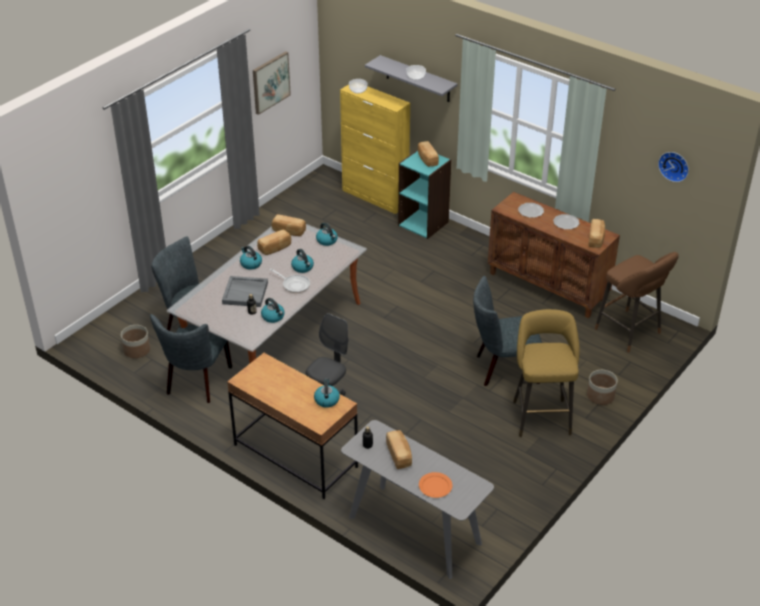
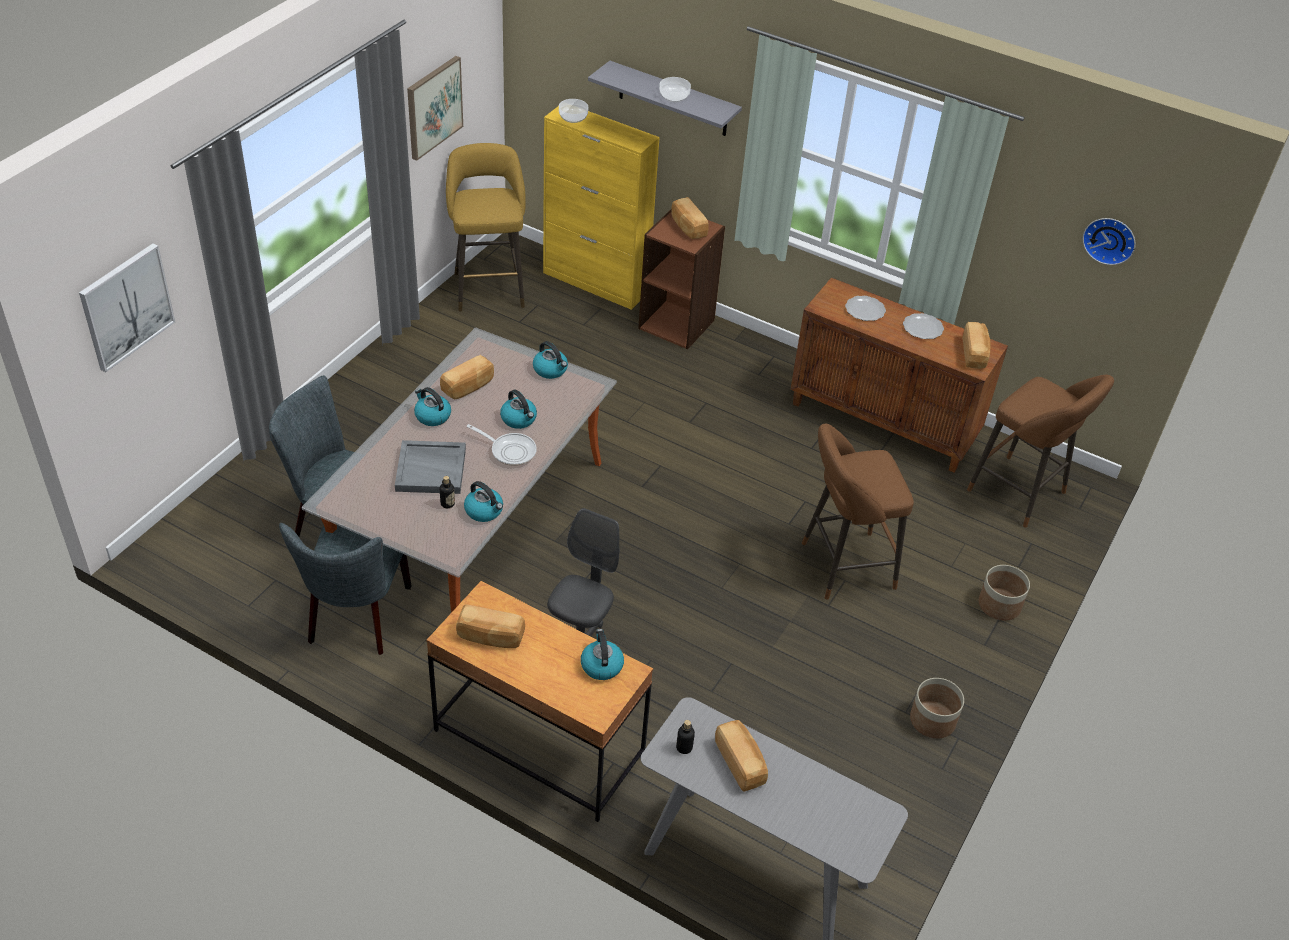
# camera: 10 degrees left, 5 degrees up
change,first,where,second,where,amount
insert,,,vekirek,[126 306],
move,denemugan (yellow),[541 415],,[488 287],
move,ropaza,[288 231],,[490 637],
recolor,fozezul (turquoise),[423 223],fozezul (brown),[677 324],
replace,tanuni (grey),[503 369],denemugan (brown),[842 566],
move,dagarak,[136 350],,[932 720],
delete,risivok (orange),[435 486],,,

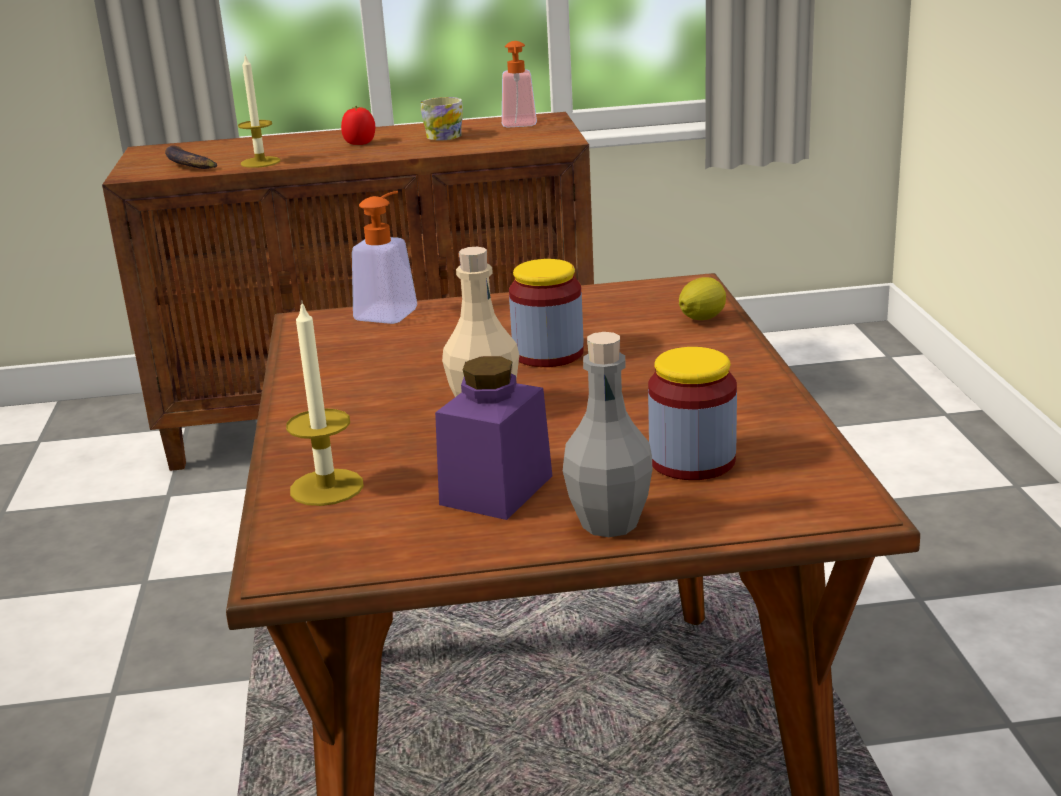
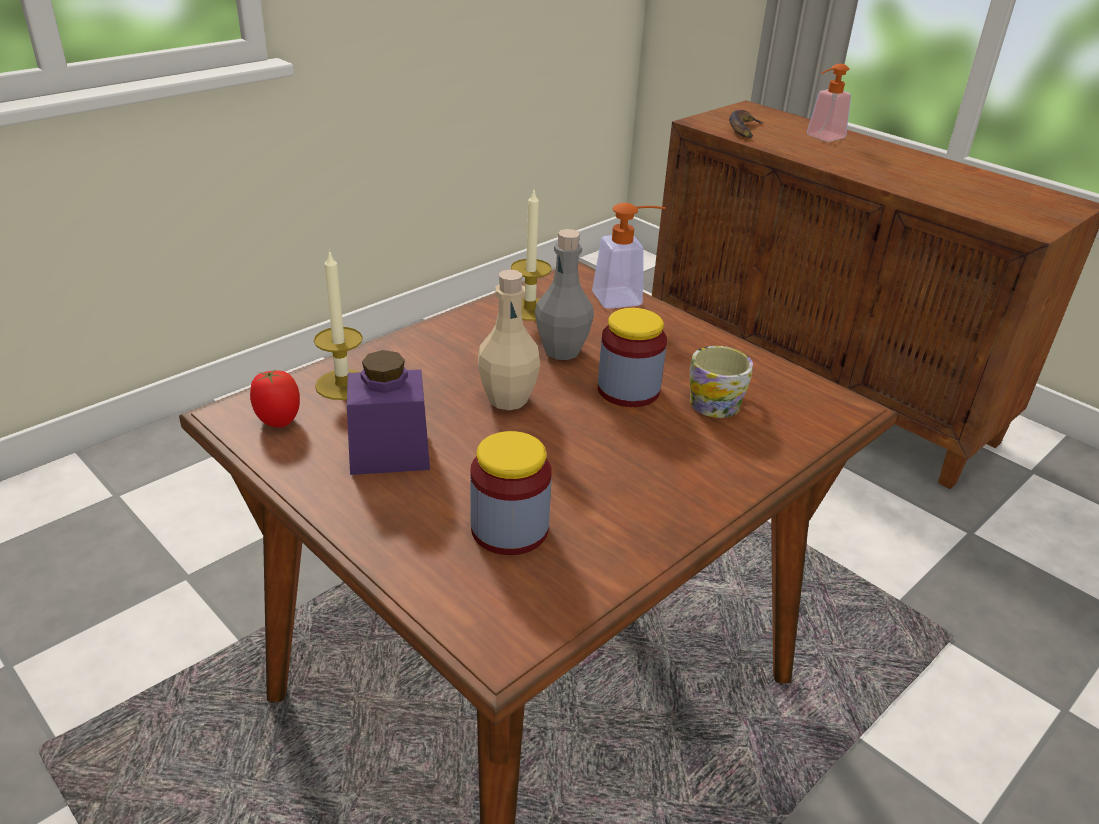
# camera: 50 degrees right, 10 degrees up
change,first,where,second,where,amount
move,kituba,[360 143],,[278 420],
move,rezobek,[260 162],,[529 309],
move,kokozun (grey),[609 523],,[562 351],
move,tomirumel,[444 136],,[720 402],
move,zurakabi,[519 125],,[821 138],
delete,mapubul,[701 319],,,

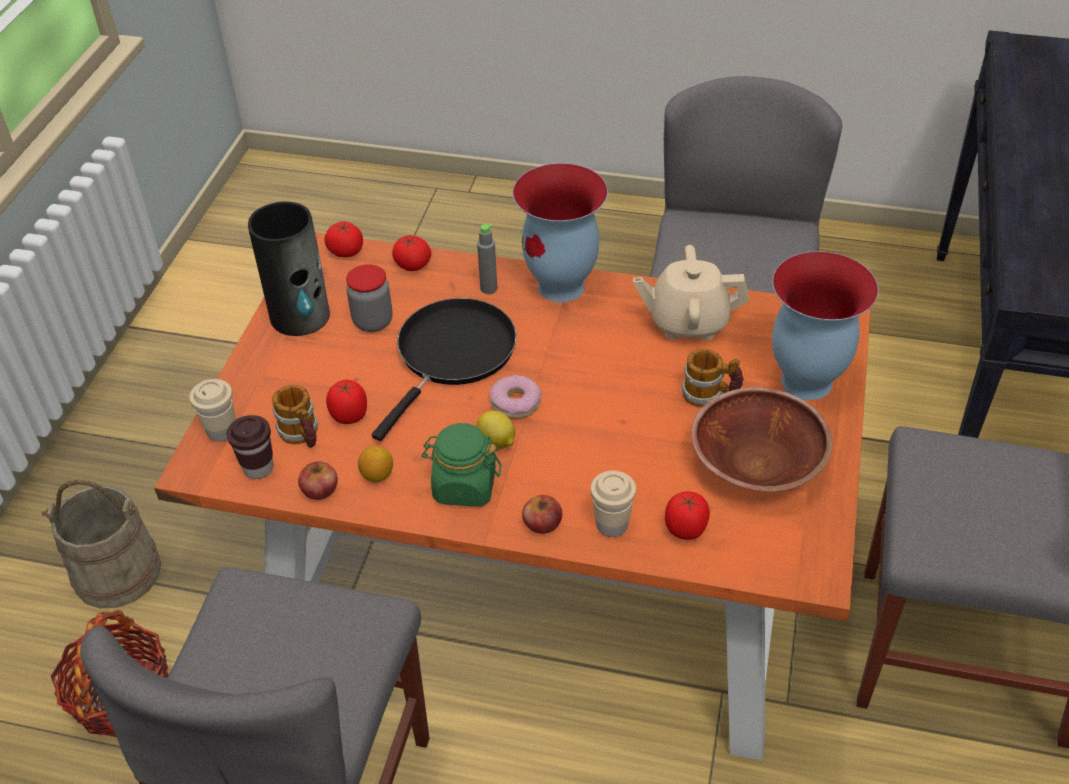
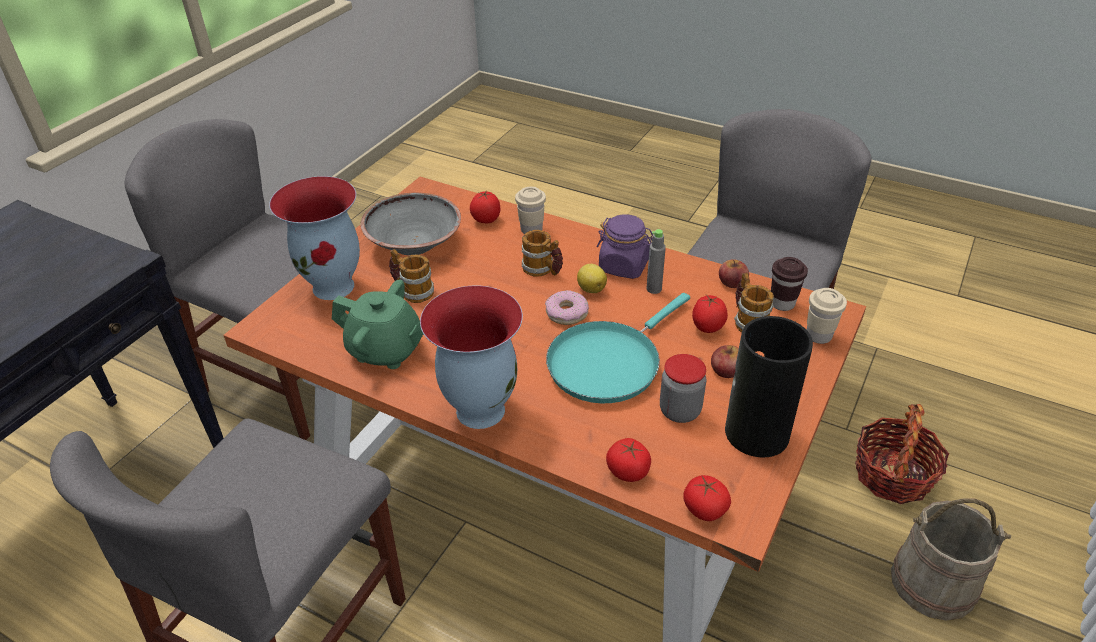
# camera: 165 degrees left, 5 degrees down
change,first,where,second,where,amount
recolor,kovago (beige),[688 322],kovago (green),[386 350],
recolor,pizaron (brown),[758 464],pizaron (grey),[414 244],
insert,,,tomirumel,[543 270],
recolor,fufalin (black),[452 355],fufalin (turquoise),[608 362],
recolor,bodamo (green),[464 486],bodamo (purple),[624 266],
move,kokozun (grey),[488 288],,[654 289],
move,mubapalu,[542 523],,[726 370],
delete,mapubul,[377 475],,,

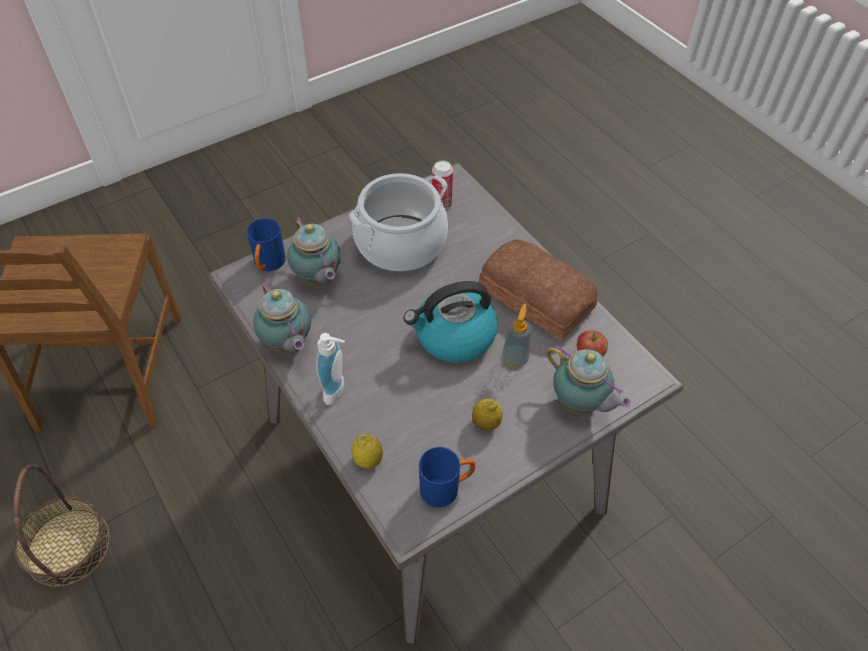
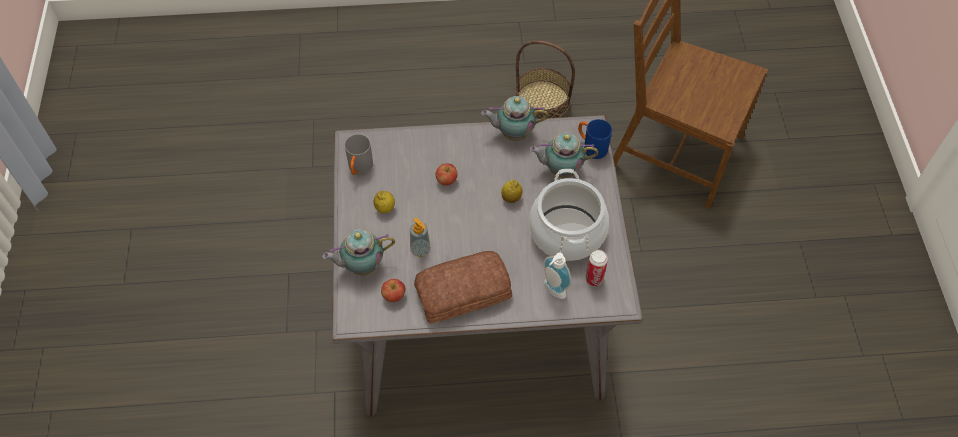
# camera: 120 degrees right, 5 degrees up
change,first,where,second,where,amount
recolor,tomirumel (blue),[446 487],tomirumel (grey),[359 169],
insert,,,mubapalu,[446 180],
move,mapubul,[368 460],,[511 198],
move,zurakabi,[338 391],,[552 291],
delete,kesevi,[453 337],,,

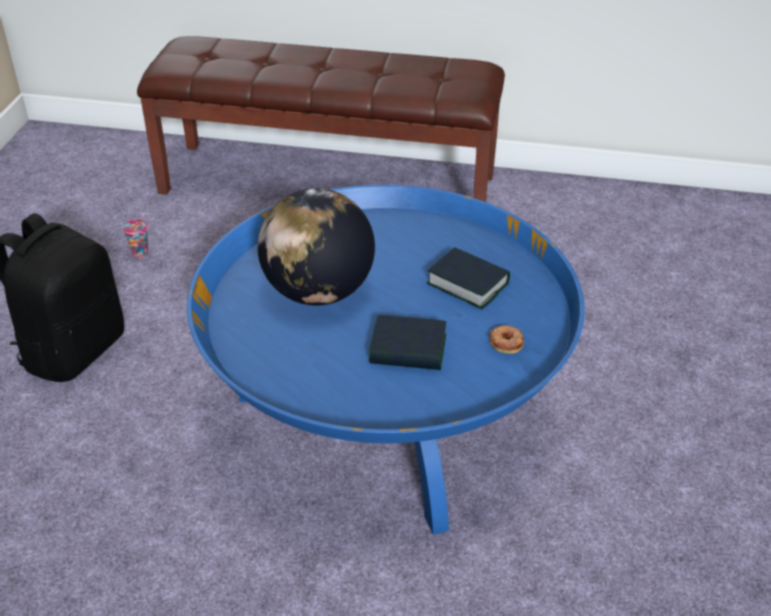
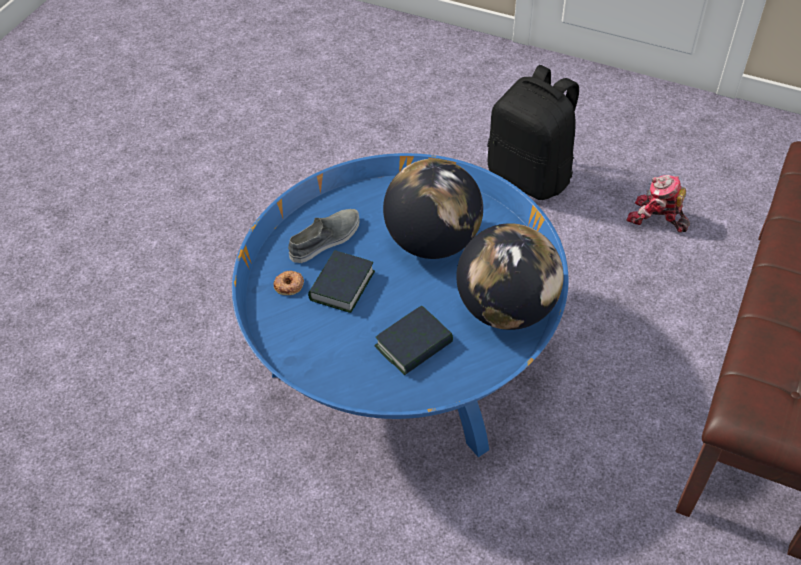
# camera: 105 degrees right, 10 degrees up
change,first,where,second,where,amount
move,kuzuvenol,[506 342],,[289 285],
insert,,,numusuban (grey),[326 240],
insert,,,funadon,[506 309],
replace,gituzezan,[141 254],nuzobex,[656 218],

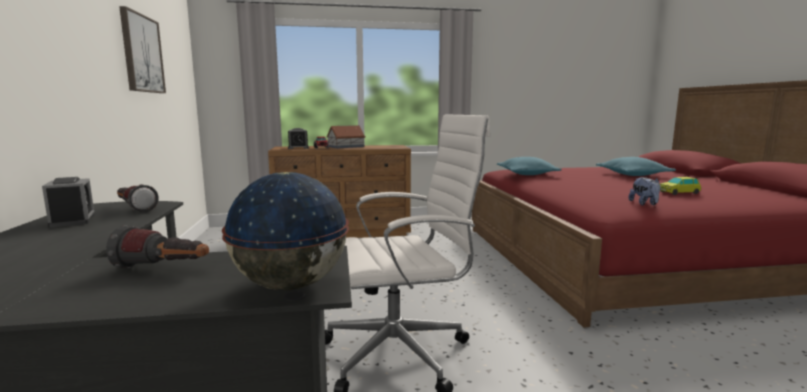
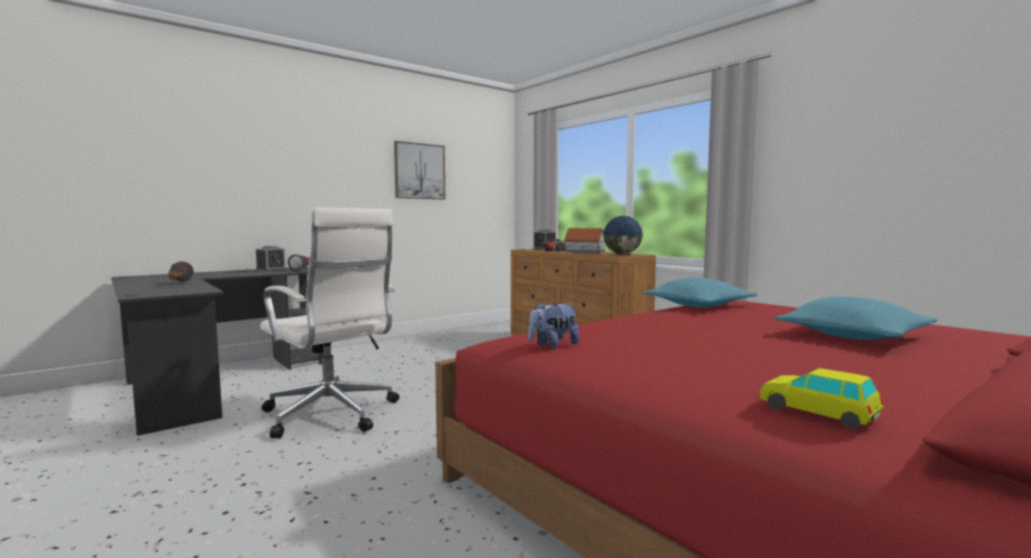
# camera: 60 degrees right, 5 degrees down
change,first,where,second,where,amount
move,funadon,[290 285],,[622 254],
move,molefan,[678 193],,[818 412],

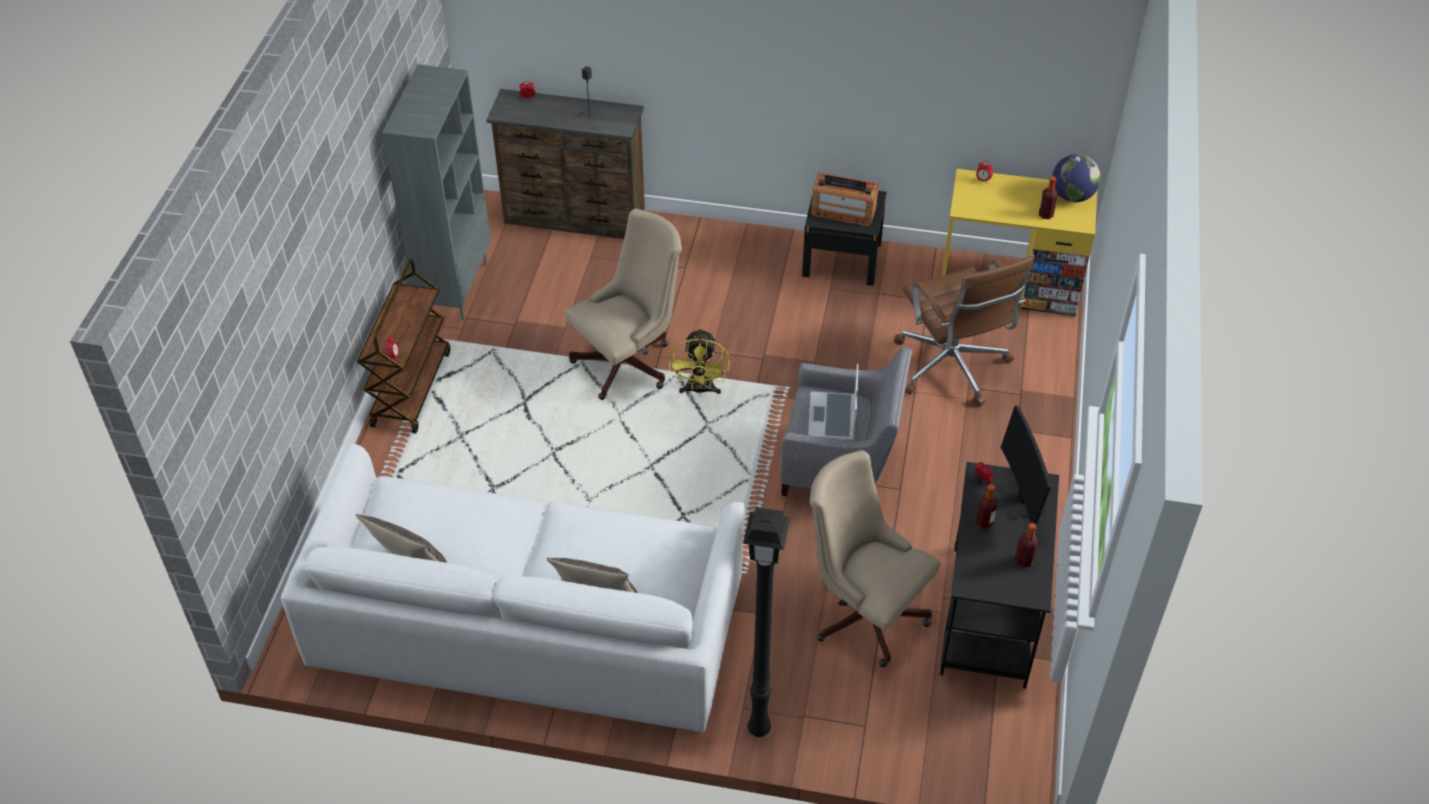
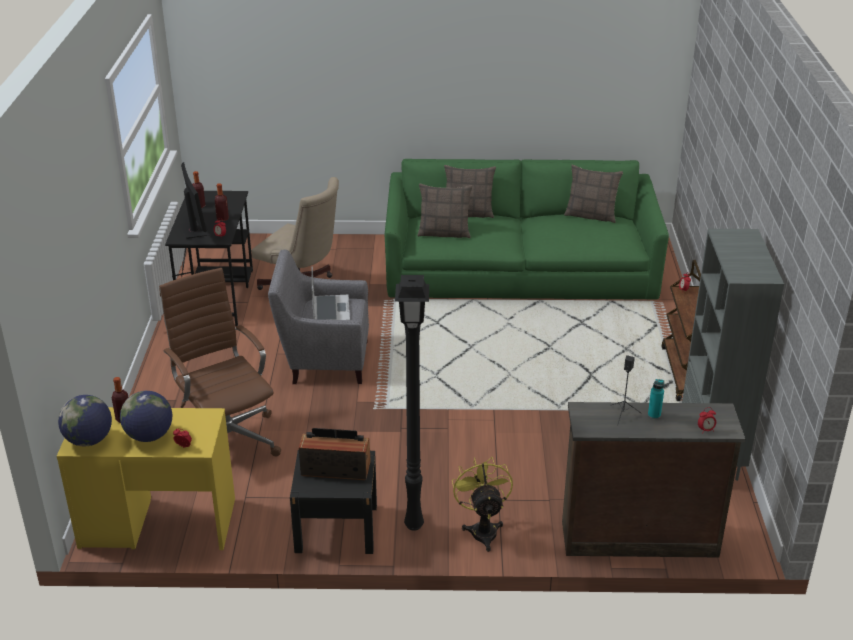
# camera: 170 degrees right, 15 degrees down
change,first,where,second,where,amount
insert,,,funadon,[149 436],
recolor,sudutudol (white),[527 618],sudutudol (green),[520 268],
move,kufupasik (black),[757 730],,[415 524],
insert,,,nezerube,[444 233],
move,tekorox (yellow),[700 390],,[482 529],
insert,,,kokozun (turquoise),[654 415],
delete,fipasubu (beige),[629 362],,,

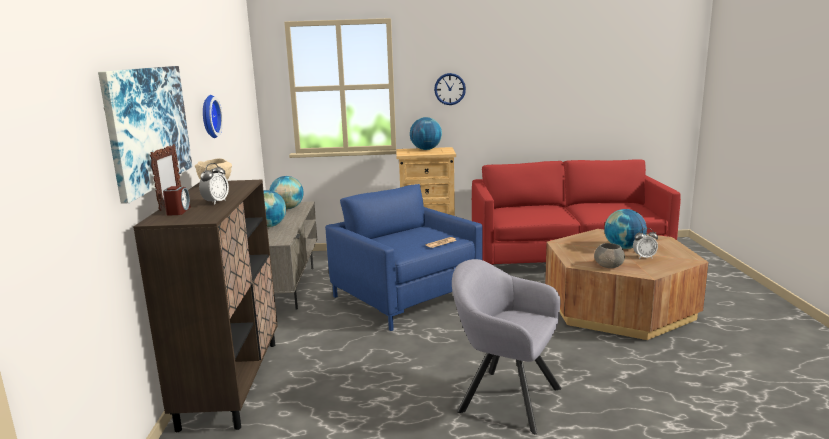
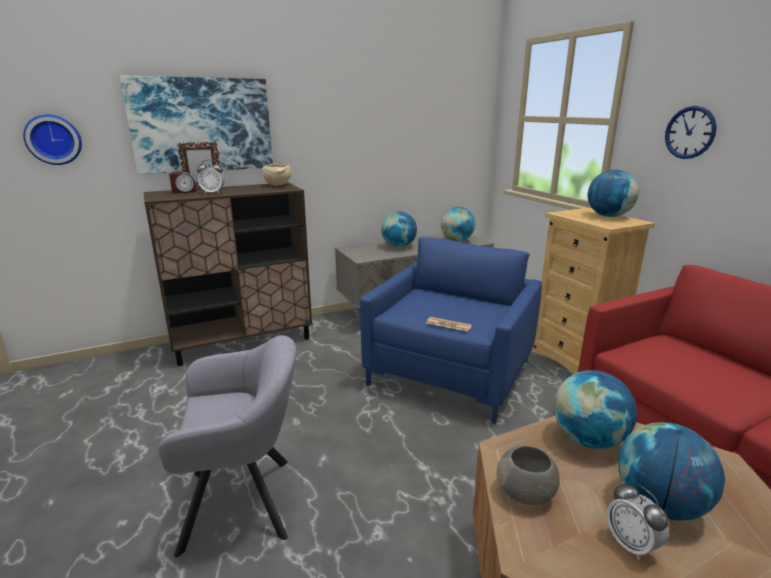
# camera: 65 degrees right, 5 degrees up
change,first,where,second,where,amount
move,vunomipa,[208 116],,[54 139],
rotate,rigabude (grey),[504 397],,[246 502],75 degrees clockwise
insert,,,funadon,[588 440],

